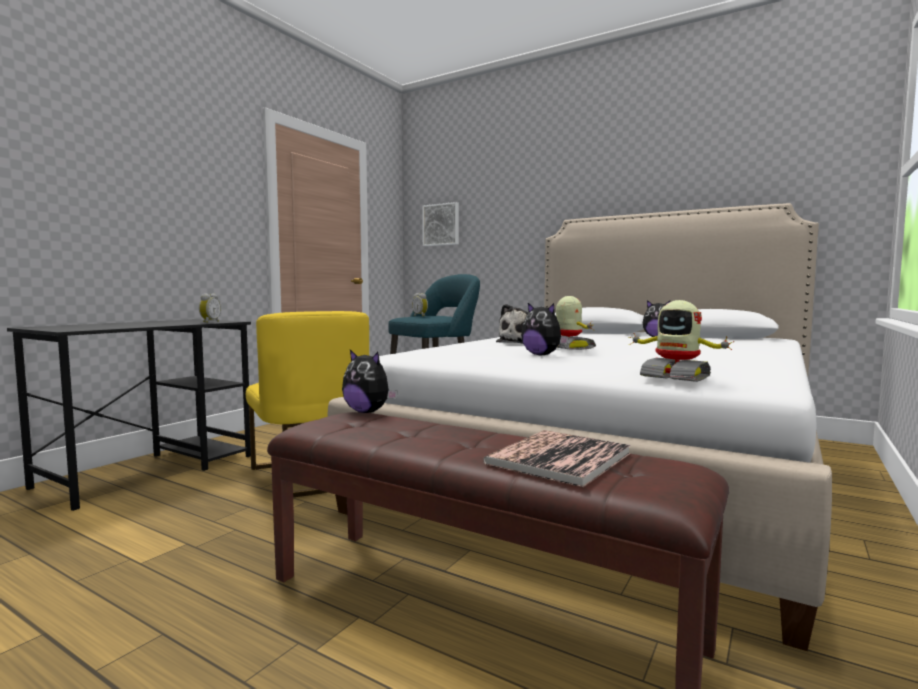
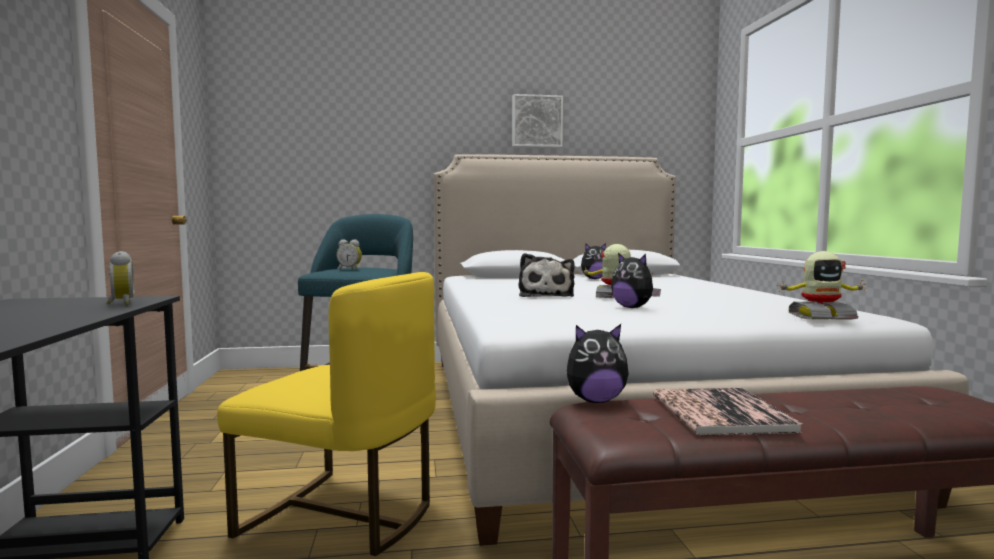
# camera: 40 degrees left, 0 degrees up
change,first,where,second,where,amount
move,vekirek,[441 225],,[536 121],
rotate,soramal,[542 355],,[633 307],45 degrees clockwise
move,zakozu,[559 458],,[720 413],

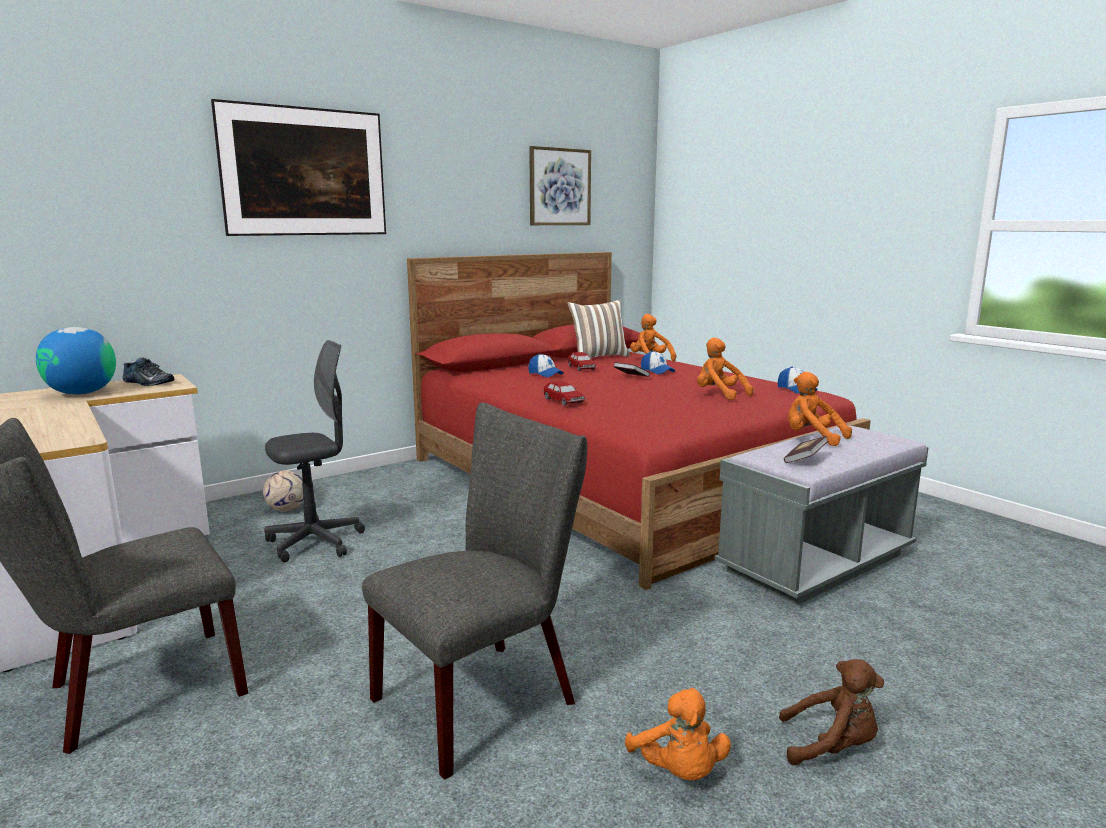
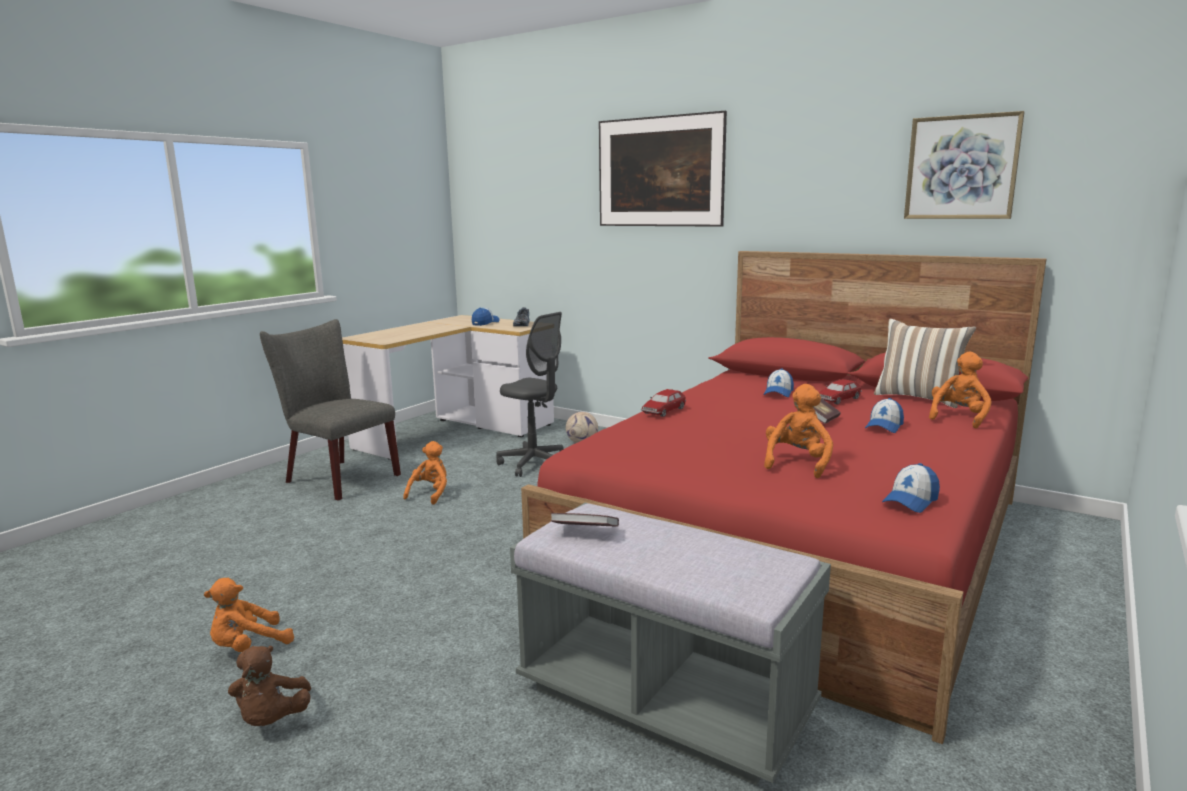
# camera: 70 degrees right, 0 degrees up
change,first,where,second,where,amount
move,soramal (orange),[812 438],,[430 494],
replace,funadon,[82 393],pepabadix,[485 323],
delete,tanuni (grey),[485 696],,,

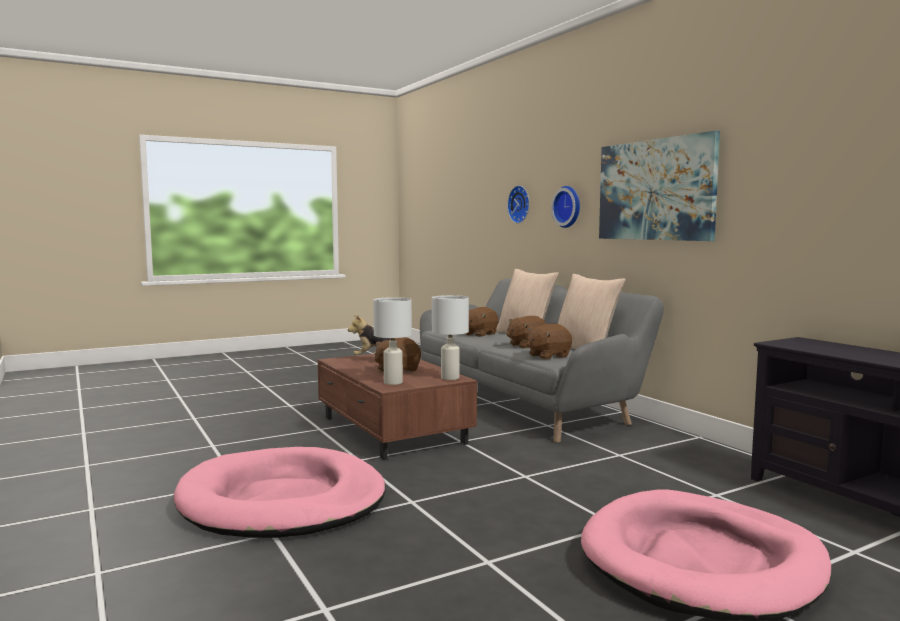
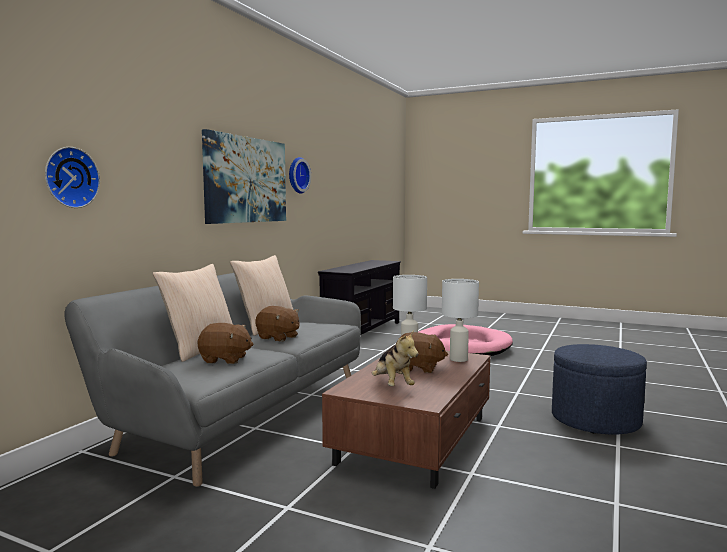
# camera: 125 degrees left, 0 degrees up
change,first,where,second,where,amount
move,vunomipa,[568 207],,[297 175],
replace,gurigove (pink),[282 501],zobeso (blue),[595 420],
delete,soramal (brown),[548 356],,,

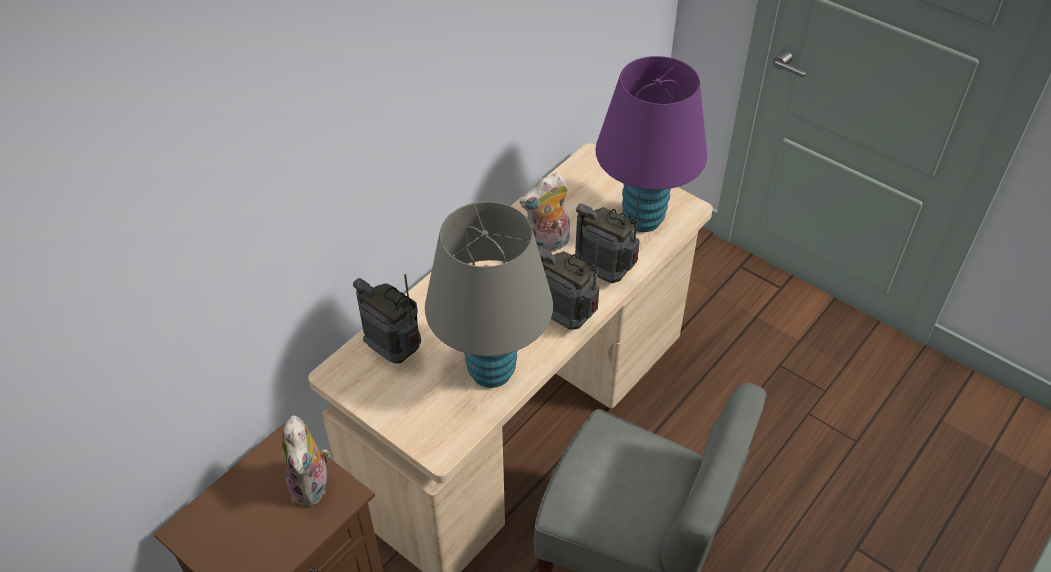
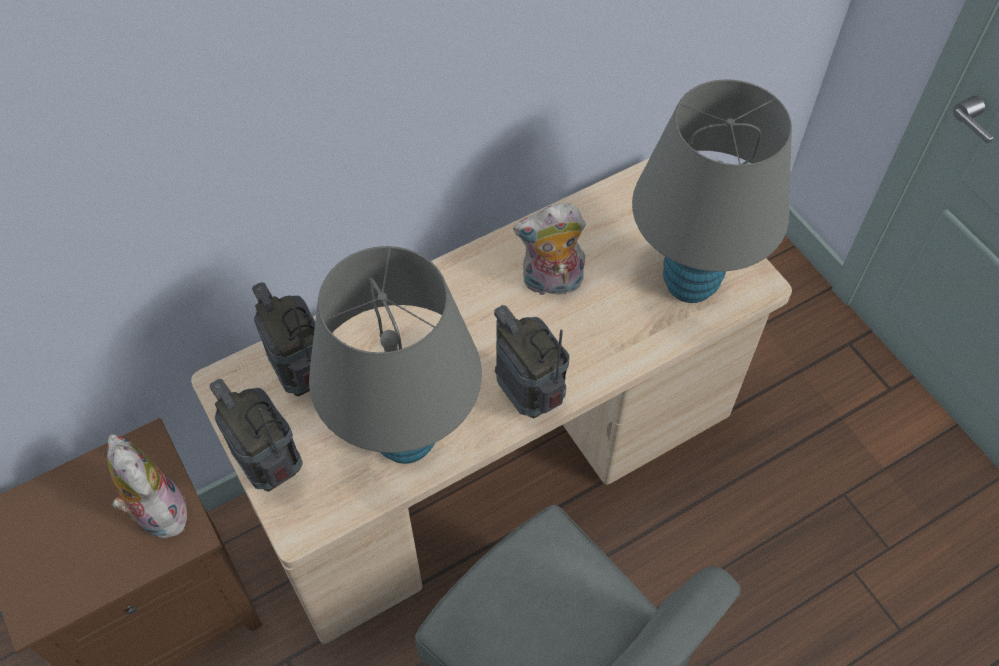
# camera: 20 degrees right, 10 degrees up
change,first,where,second,where,amount
rotate,soramal,[312 486],,[156 511],135 degrees clockwise
move,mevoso,[605 274],,[271 466],
recolor,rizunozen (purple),[642 220],rizunozen (grey),[689 283],

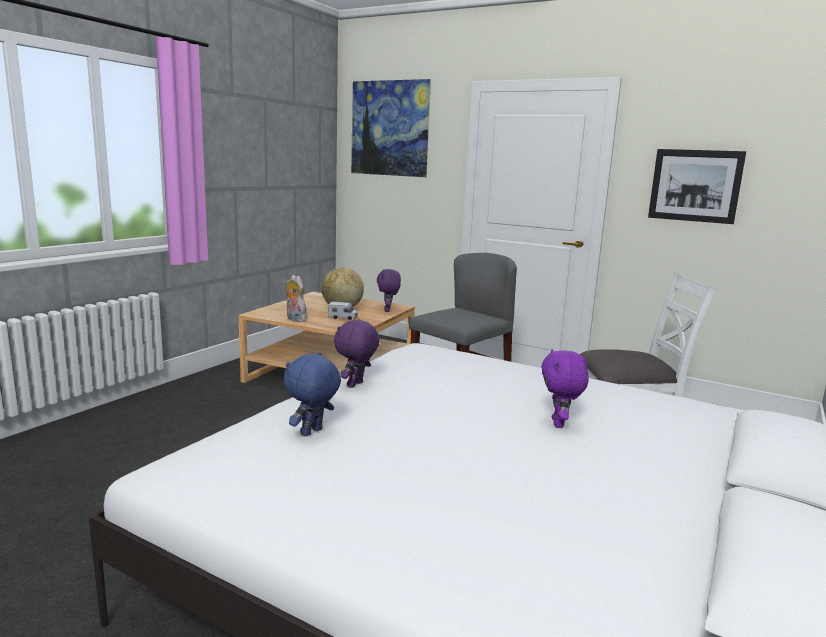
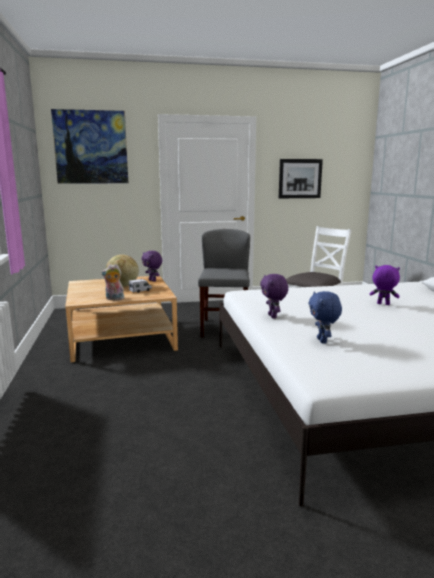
# camera: 40 degrees left, 0 degrees up
change,first,where,second,where,amount
rotate,soramal (purple),[559 424],,[383 304],150 degrees clockwise

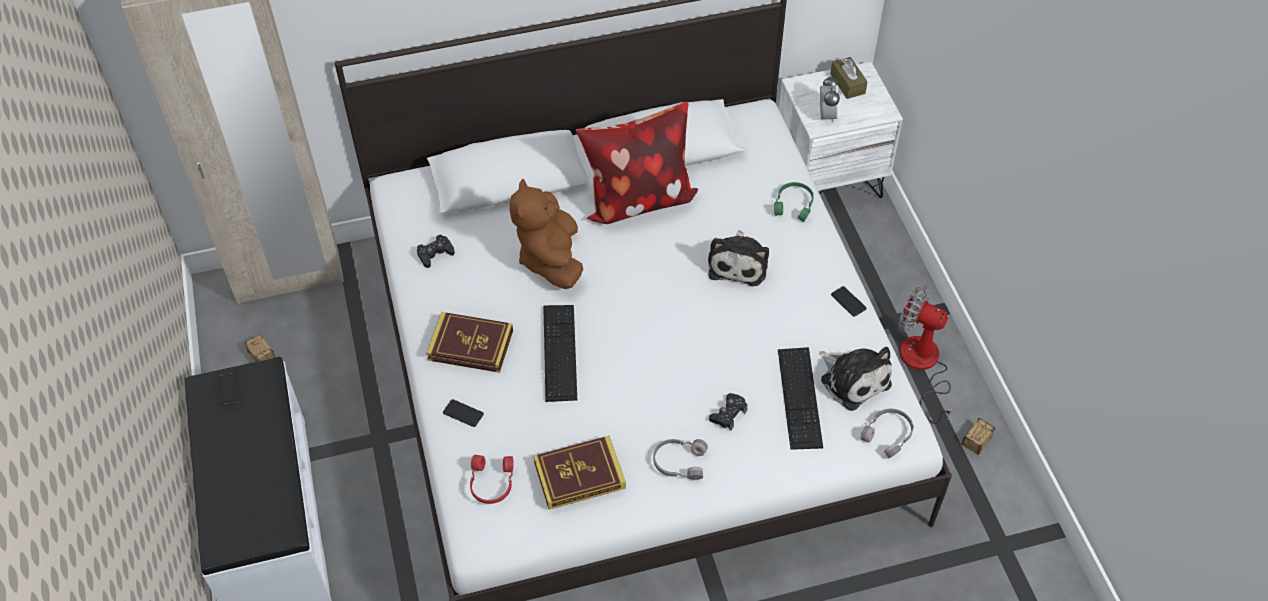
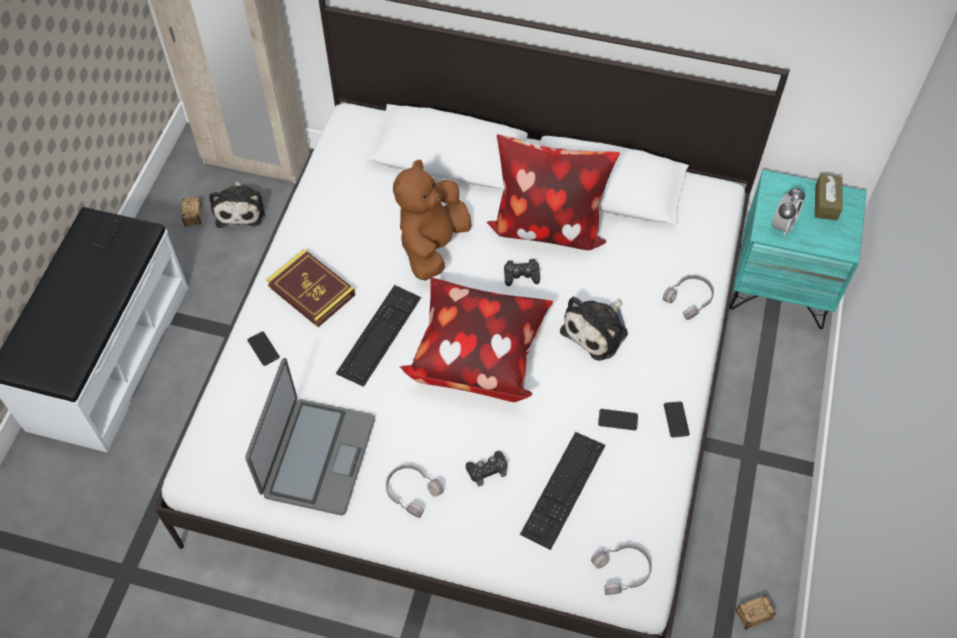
# camera: 30 degrees right, 5 degrees up
change,first,where,second,where,amount
move,soramal,[853 379],,[240 209],
replace,zakozu,[579 475],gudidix,[317 456],
insert,,,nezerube,[477 355],
move,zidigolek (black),[435 254],,[521 275],
insert,,,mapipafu,[618 420],
recolor,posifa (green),[794 205],posifa (grey),[690 299],
recolor,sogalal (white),[828 178],sogalal (turquoise),[780 286],
delete,posifa (red),[491 483],,,
delete,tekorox,[922 366],,,

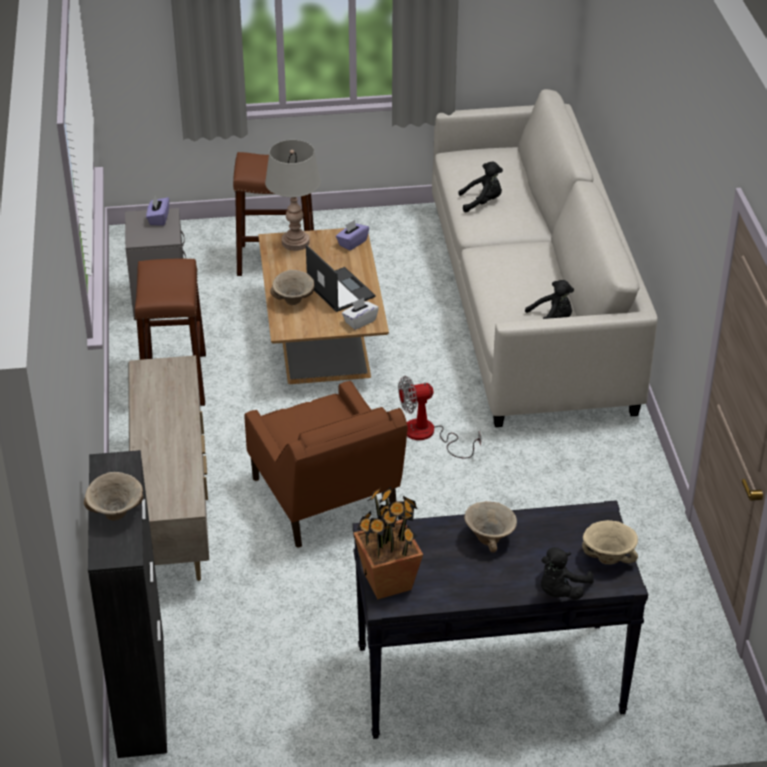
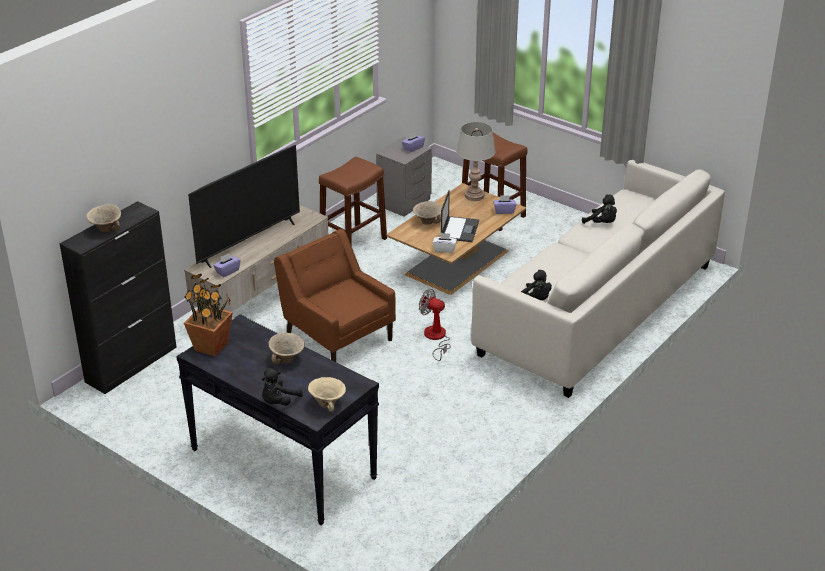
# camera: 45 degrees right, 5 degrees down
change,first,where,second,where,amount
insert,,,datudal,[248 242],
insert,,,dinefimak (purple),[227 271],
rotate,soramal (black),[560 591],,[278 402],45 degrees counterclockwise
rotate,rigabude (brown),[325 499],,[337 336],120 degrees clockwise

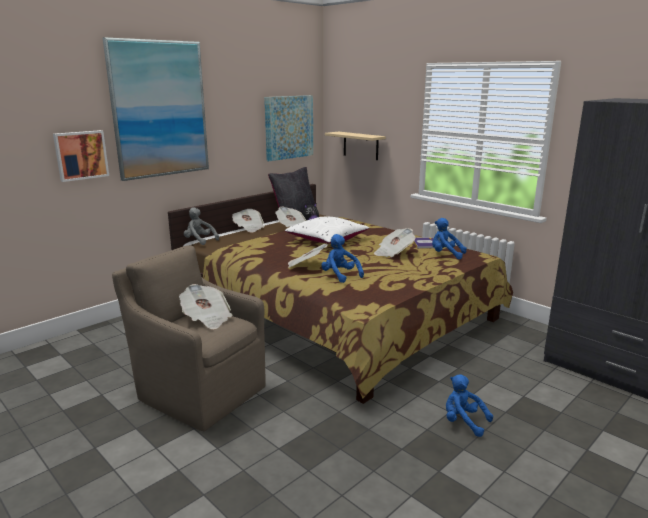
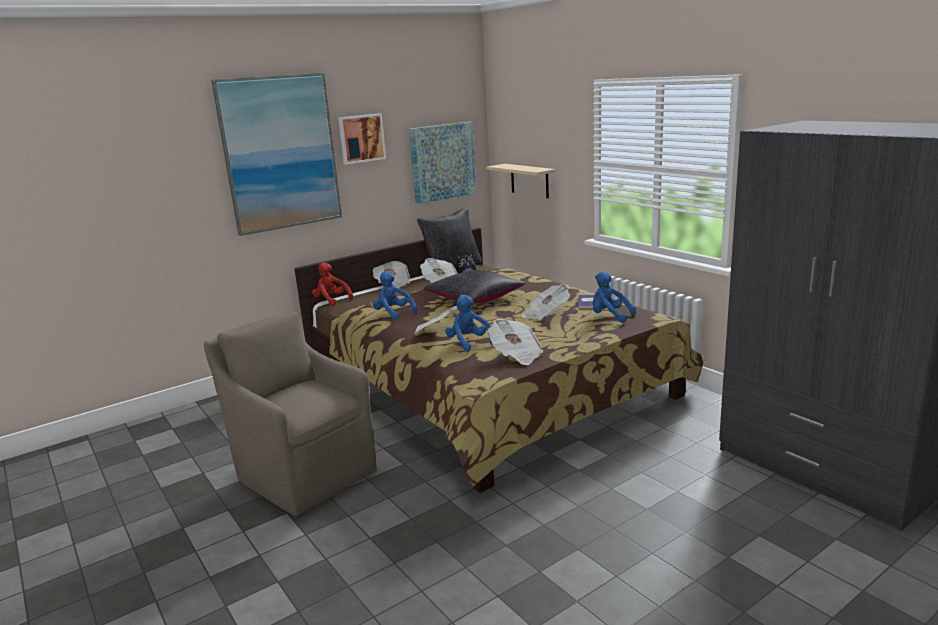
# camera: 10 degrees right, 0 degrees up
change,first,where,second,where,amount
recolor,soramal (grey),[199 241],soramal (red),[331 301],
move,vekirek,[81 155],,[361 138],
move,soramal (blue),[463 422],,[393 313],
recolor,nezerube (white),[327 240],nezerube (black),[475 298],
move,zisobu,[207 318],,[516 355],

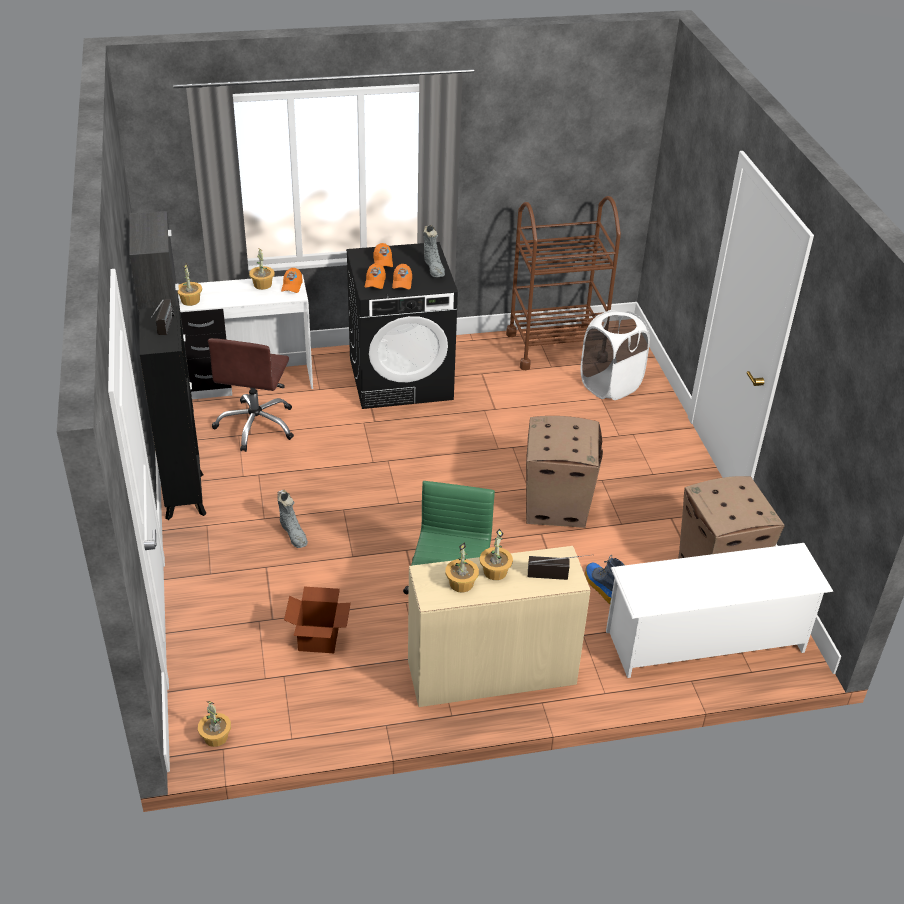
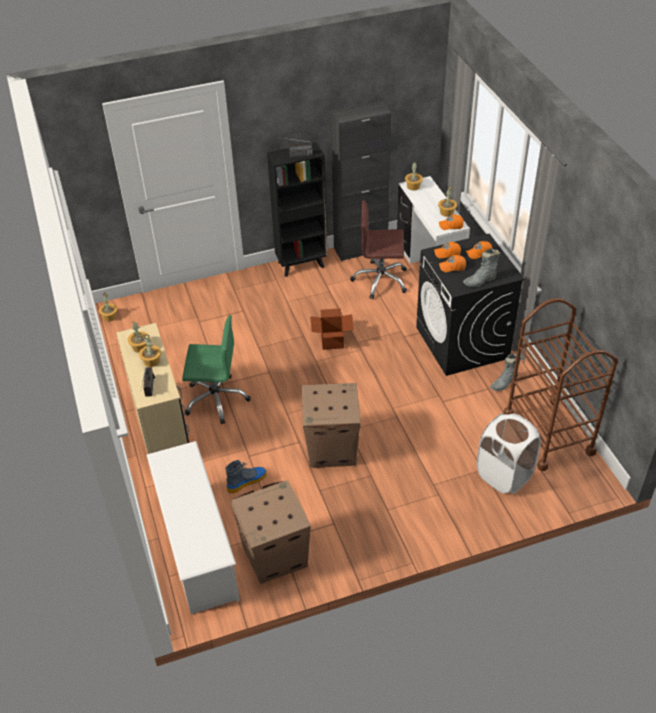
# camera: 85 degrees right, 5 degrees up
change,first,where,second,where,amount
move,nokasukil,[318 639],,[332 341],
move,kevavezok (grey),[293 534],,[504 383],

